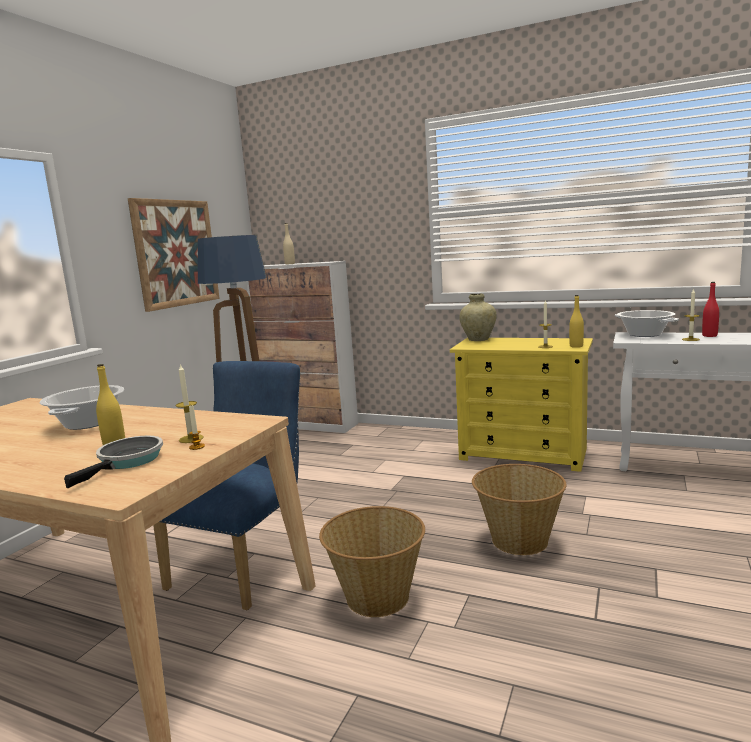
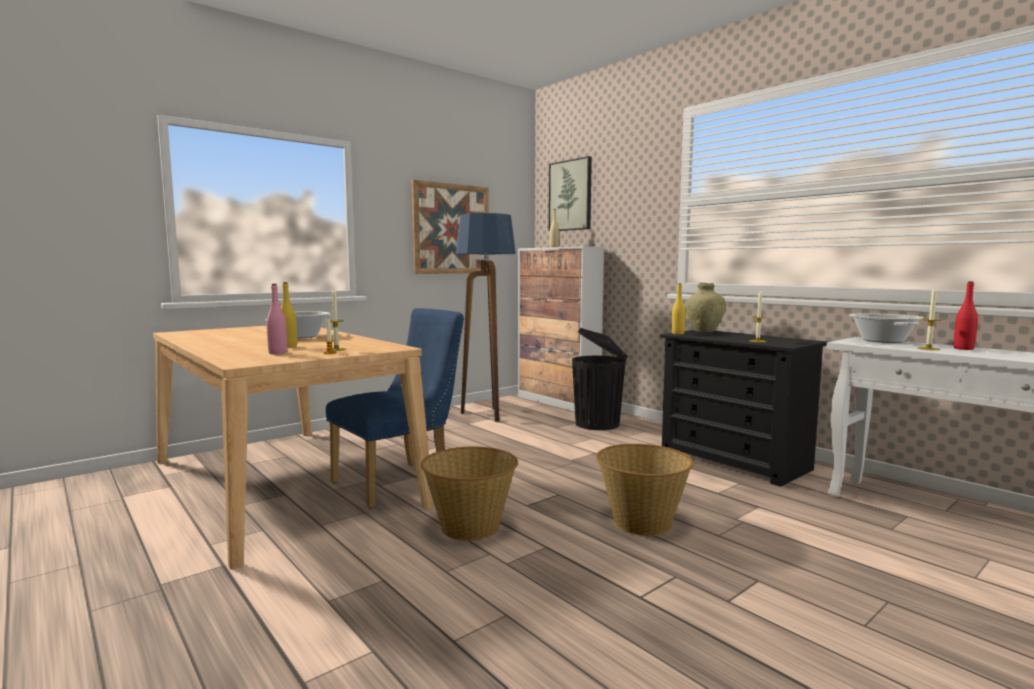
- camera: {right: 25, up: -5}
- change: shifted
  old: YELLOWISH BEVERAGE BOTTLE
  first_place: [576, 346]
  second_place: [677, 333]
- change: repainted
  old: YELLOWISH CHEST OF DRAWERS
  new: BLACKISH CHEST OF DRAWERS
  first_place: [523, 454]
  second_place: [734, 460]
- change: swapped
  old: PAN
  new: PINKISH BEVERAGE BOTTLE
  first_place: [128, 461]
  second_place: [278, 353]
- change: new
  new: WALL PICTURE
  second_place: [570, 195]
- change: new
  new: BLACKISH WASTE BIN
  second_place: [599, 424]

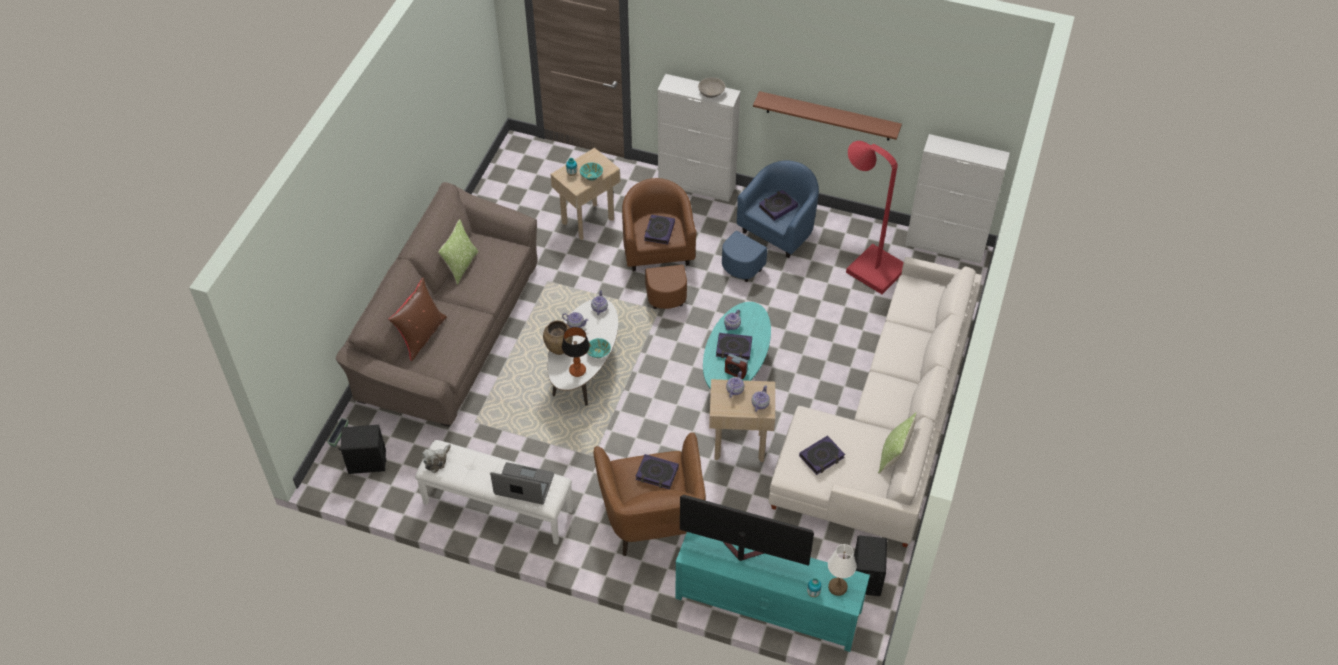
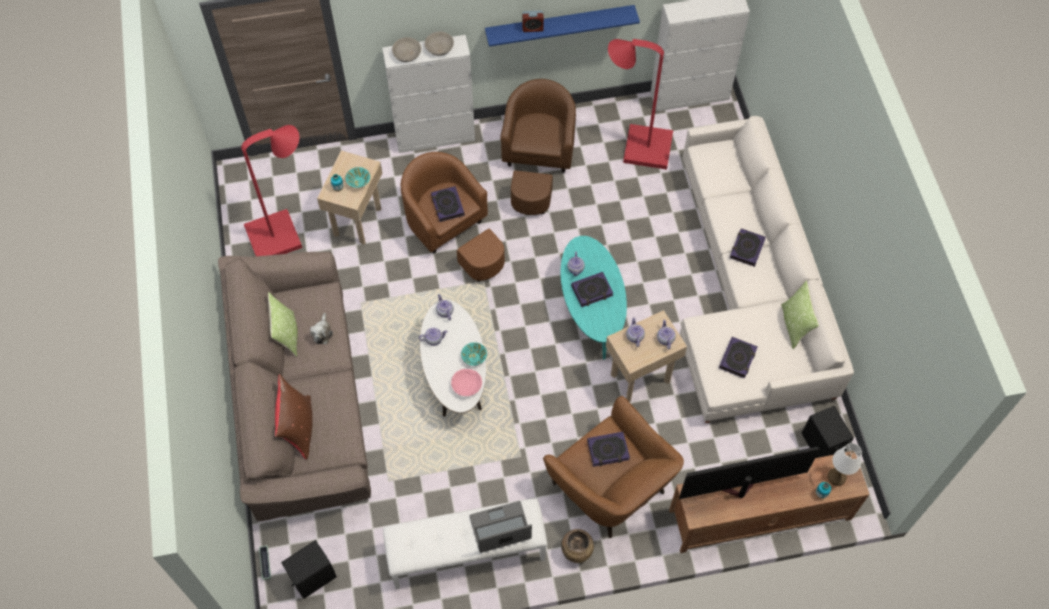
- camera: {right: -30, up: 10}
- change: repainted
  old: BROWN BRACKET SHELF
  new: BLUE-COLOURED BRACKET SHELF
  first_place: [828, 116]
  second_place: [559, 25]
- change: repainted
  old: BLUE-COLOURED ARMCHAIR
  new: BROWN ARMCHAIR
  first_place: [770, 240]
  second_place: [537, 162]
- change: shifted
  old: BOUND BOOK
  first_place: [777, 207]
  second_place: [747, 249]
- change: shifted
  old: BROWN VASE
  first_place: [559, 349]
  second_place: [576, 553]
- change: swapped
  old: TABLETOP LAMP
  new: PINKISH DEEP DISH
  first_place: [577, 371]
  second_place: [466, 386]
- change: shifted
  old: ALARM CLOCK
  first_place: [735, 372]
  second_place: [532, 28]
- change: shifted
  old: SOFT TOY
  first_place: [437, 461]
  second_place: [322, 332]
- change: repainted
  old: BLUE-GREEN MEDIA CONSOLE
  new: BROWN MEDIA CONSOLE
  first_place: [767, 604]
  second_place: [759, 515]
- change: new
  new: GREY DEEP DISH
  second_place: [407, 54]
- change: new
  new: RED STANDARD LAMP
  second_place: [282, 234]

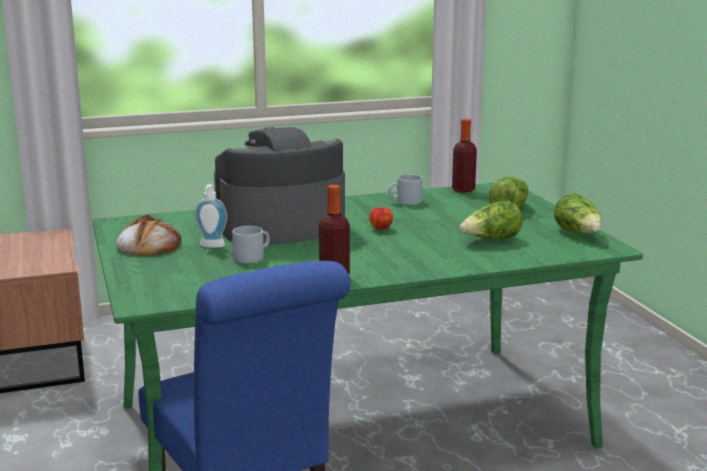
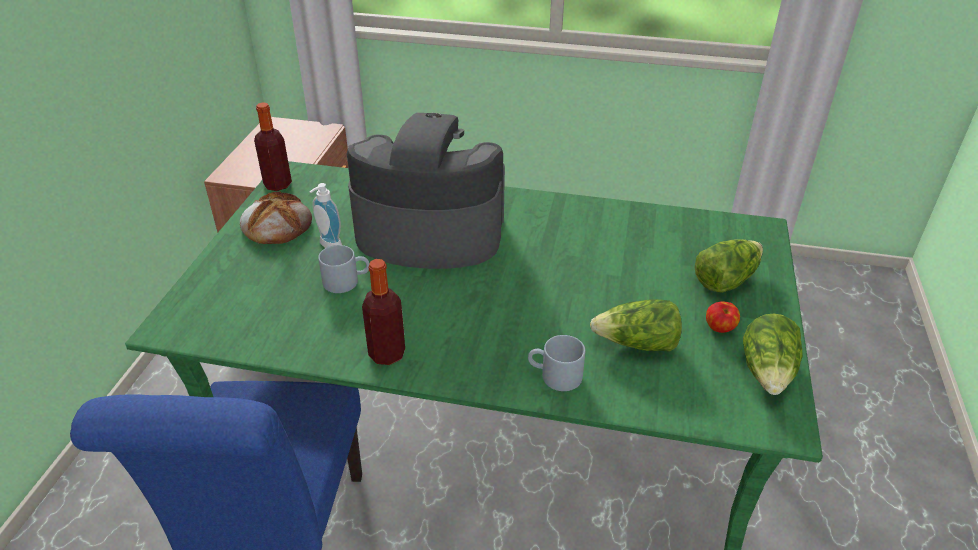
- camera: {right: 30, up: 20}
- change: shifted
  old: BEVERAGE BOTTLE
  first_place: [463, 190]
  second_place: [278, 184]
- change: shifted
  old: GREY COFFEE MUG
  first_place: [405, 201]
  second_place: [554, 376]
- change: shifted
  old: WHOLE APPLE
  first_place: [381, 228]
  second_place: [720, 328]

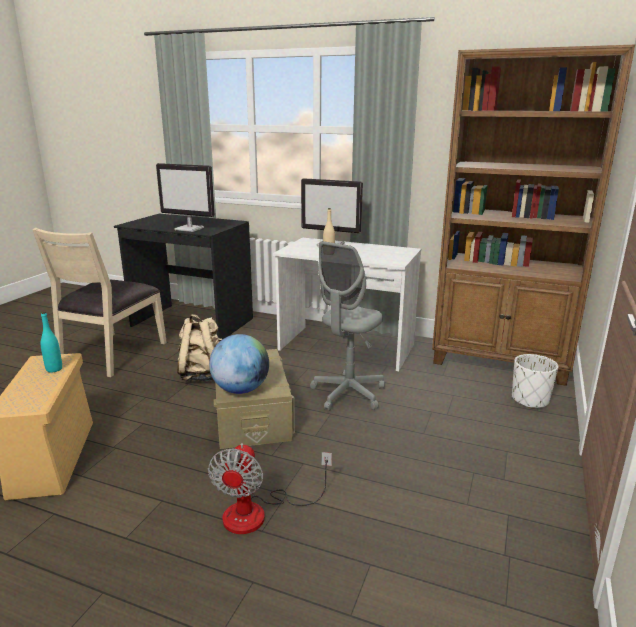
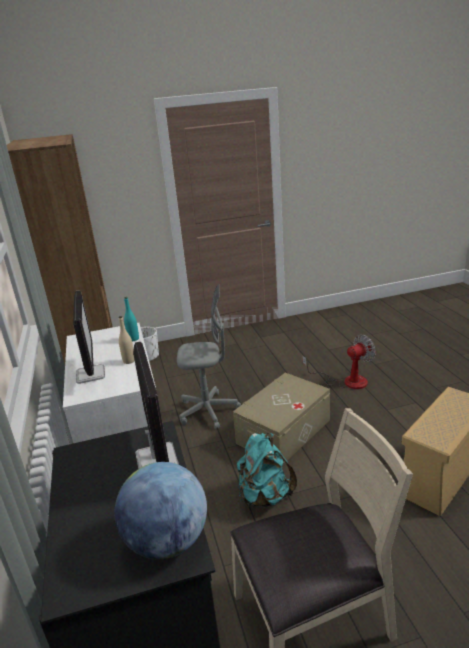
- camera: {right: -125, up: 5}
- change: shifted
  old: BLUE-GREEN BEVERAGE BOTTLE
  first_place: [54, 369]
  second_place: [133, 339]
- change: repainted
  old: BEIGE-COLOURED RUCKSACK
  new: BLUE-GREEN RUCKSACK
  first_place: [204, 375]
  second_place: [264, 496]
- change: shifted
  old: GLOBE
  first_place: [241, 389]
  second_place: [167, 541]

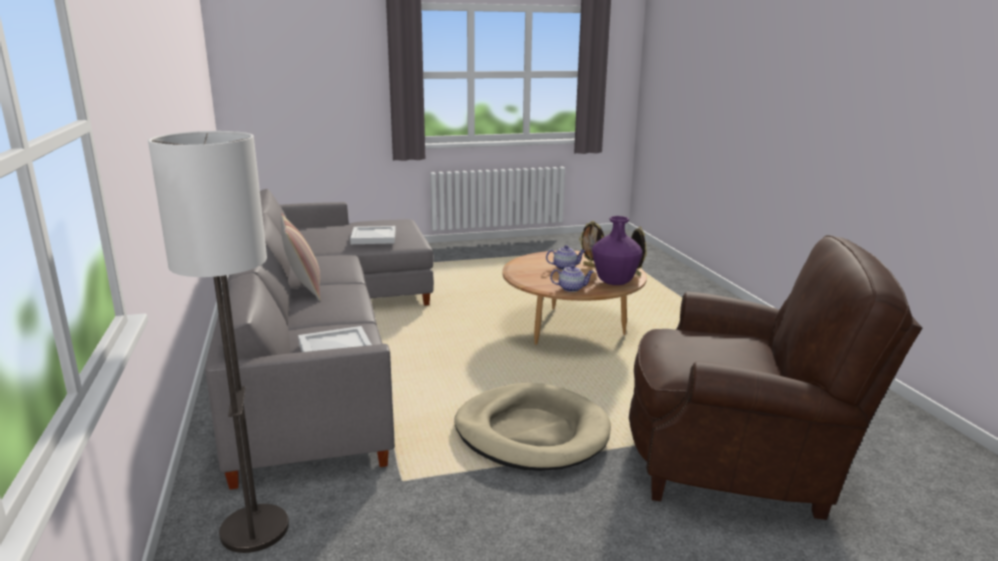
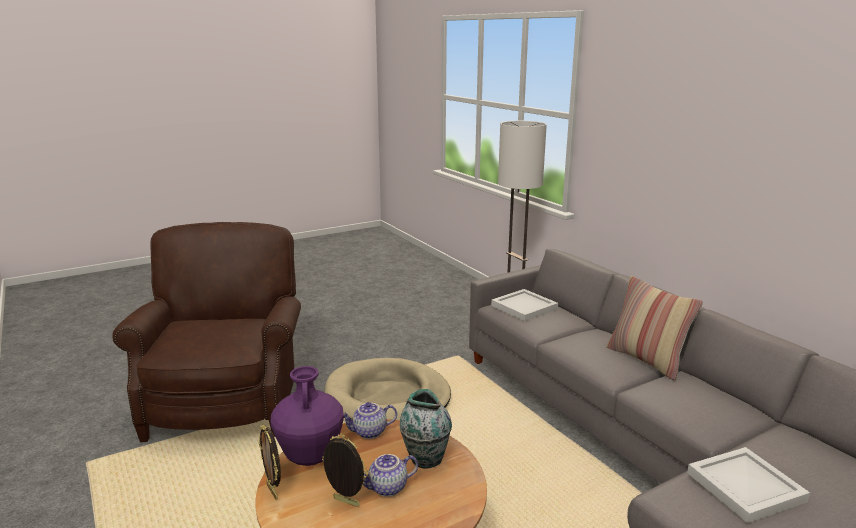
- camera: {right: 165, up: 0}
- change: rotated
  old: BROWN ARMCHAIR
  first_place: [740, 461]
  second_place: [227, 400]
  degrees: 90
- change: new
  new: VASE
  second_place: [425, 458]

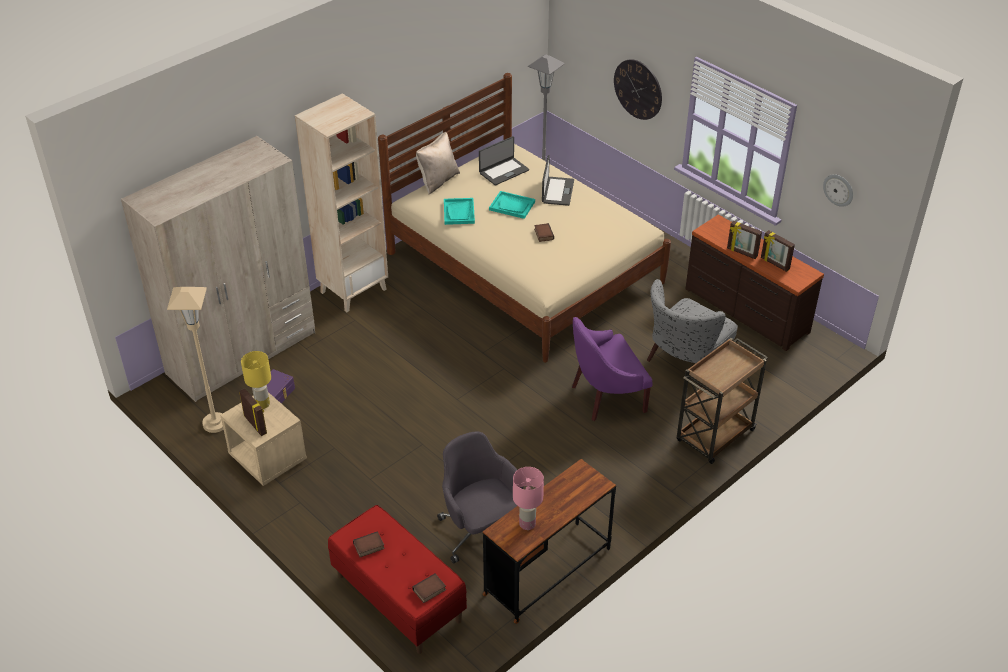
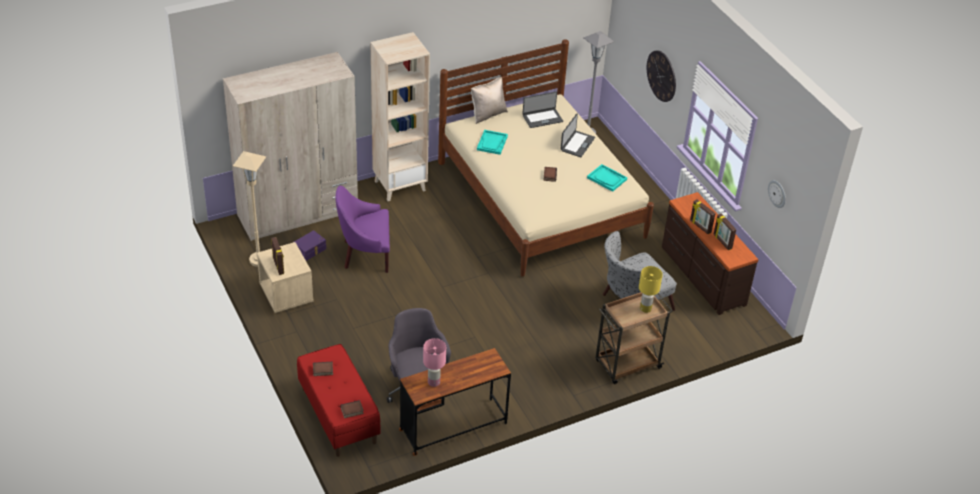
- camera: {right: 15, up: 0}
- change: shifted
  old: BLUE-GREEN CARRYING TRAY
  first_place: [512, 206]
  second_place: [607, 179]
- change: shifted
  old: PURPLE ARMCHAIR
  first_place: [605, 396]
  second_place: [365, 254]
- change: shifted
  old: YELLOWISH TABLETOP LAMP
  first_place: [262, 404]
  second_place: [645, 309]

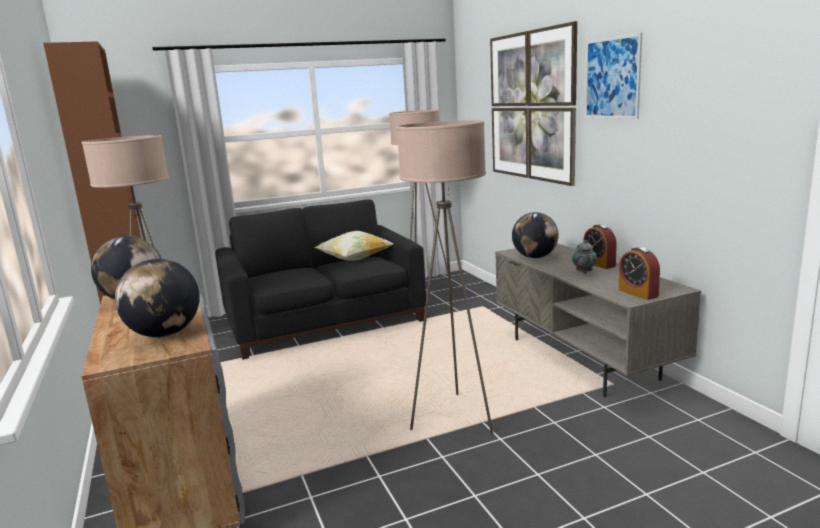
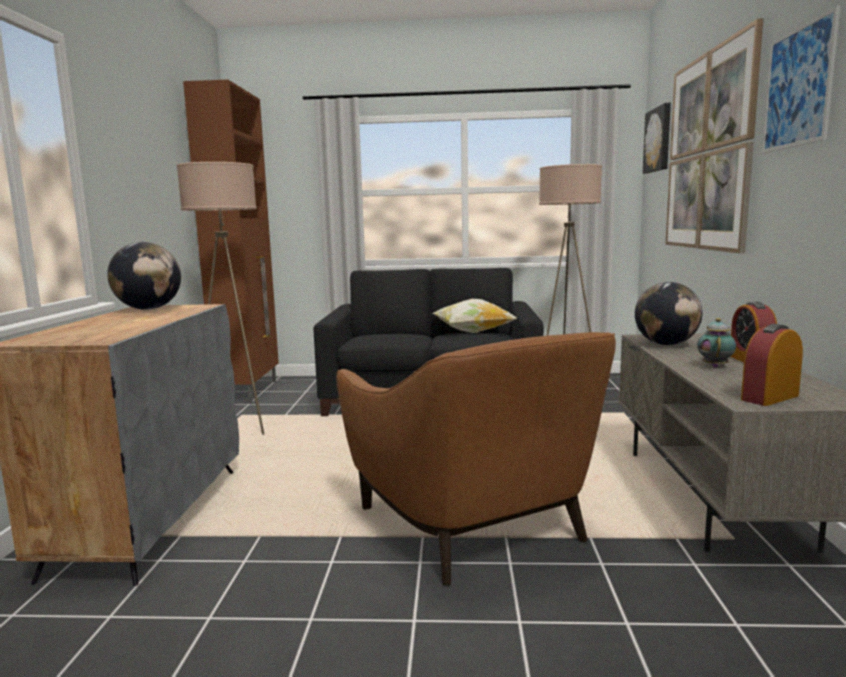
- camera: {right: 25, up: -5}
- change: swapped
  old: BEIGE-COLOURED STANDARD LAMP
  new: BROWN ARMCHAIR
  first_place: [453, 418]
  second_place: [474, 524]
- change: rotated
  old: ALARM CLOCK
  first_place: [638, 293]
  second_place: [769, 397]
  degrees: 60
- change: gone
  old: GLOBE
  first_place: [165, 334]
- change: new
  new: WALL PICTURE
  second_place: [659, 140]

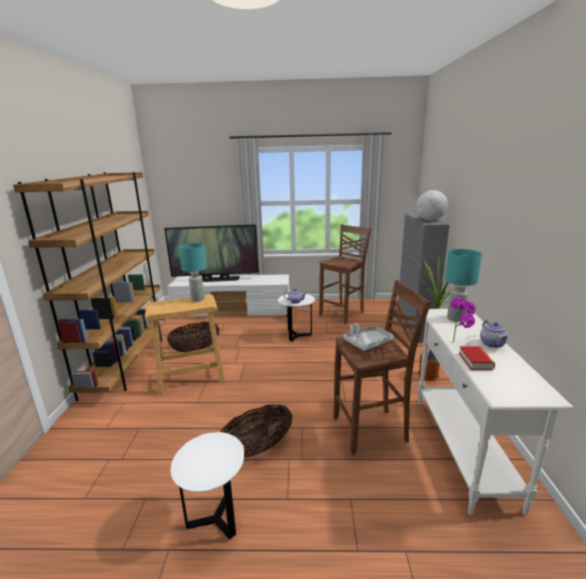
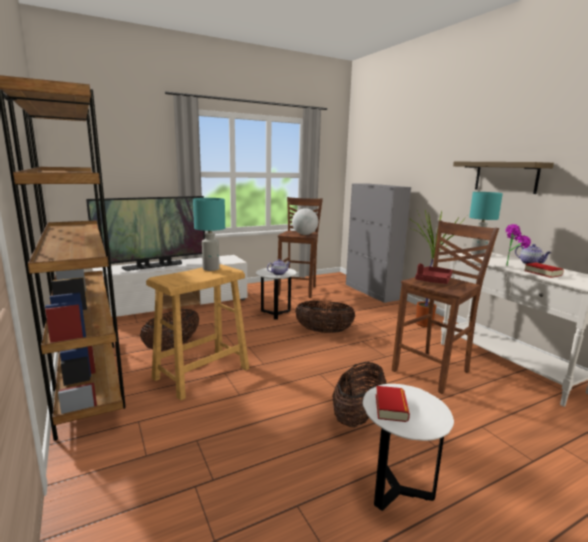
- camera: {right: -30, up: -5}
- change: shifted
  old: GLOBE
  first_place: [430, 220]
  second_place: [304, 234]
- change: repainted
  old: GREY CARRYING TRAY
  new: RED CARRYING TRAY
  first_place: [367, 342]
  second_place: [433, 280]
- change: new
  new: BRACKET SHELF
  second_place: [506, 177]
- change: new
  new: STORAGE BASKET
  second_place: [324, 331]
- change: new
  new: BOUND BOOK
  second_place: [391, 407]

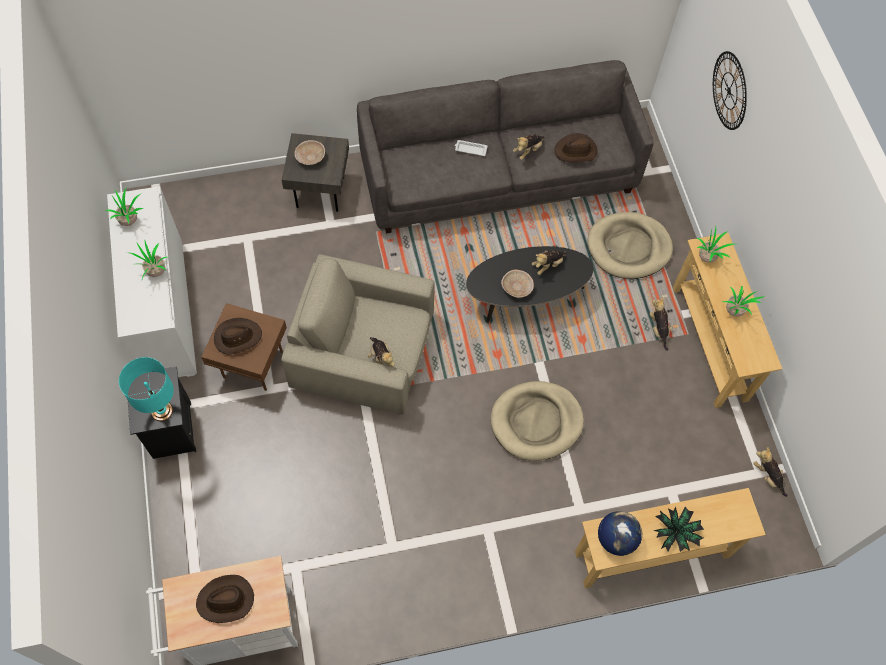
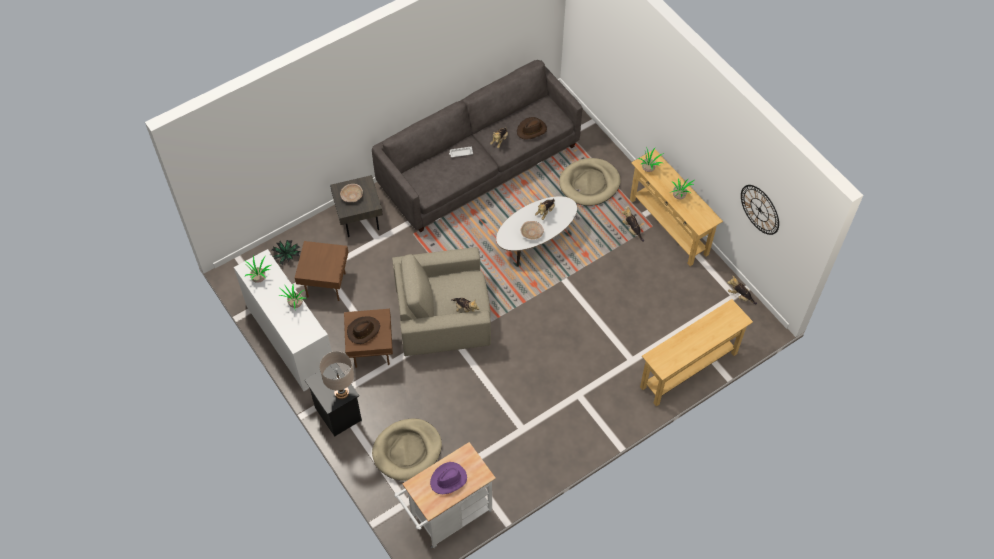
- camera: {right: -20, up: -5}
- change: shifted
  old: WALL CLOCK
  first_place: [729, 90]
  second_place: [759, 209]
- change: repainted
  old: BLACKISH COFFEE TABLE
  new: WHITISH COFFEE TABLE
  first_place: [525, 298]
  second_place: [535, 241]
- change: repainted
  old: BLUE-GREEN TABLETOP LAMP
  new: BEIGE-COLOURED TABLETOP LAMP
  first_place: [162, 411]
  second_place: [341, 392]
- change: shifted
  old: BEIGE-COLOURED PET BED
  first_place: [536, 422]
  second_place: [407, 450]
- change: shifted
  old: POTTED PLANT
  first_place: [676, 533]
  second_place: [287, 256]
- change: gone
  old: GLOBE
  first_place: [616, 538]
- change: repainted
  old: BROWN CLOTHING HAT
  new: PURPLE CLOTHING HAT
  first_place: [226, 600]
  second_place: [448, 479]
- change: new
  new: BROWN ACCENT TABLE
  second_place: [325, 284]

